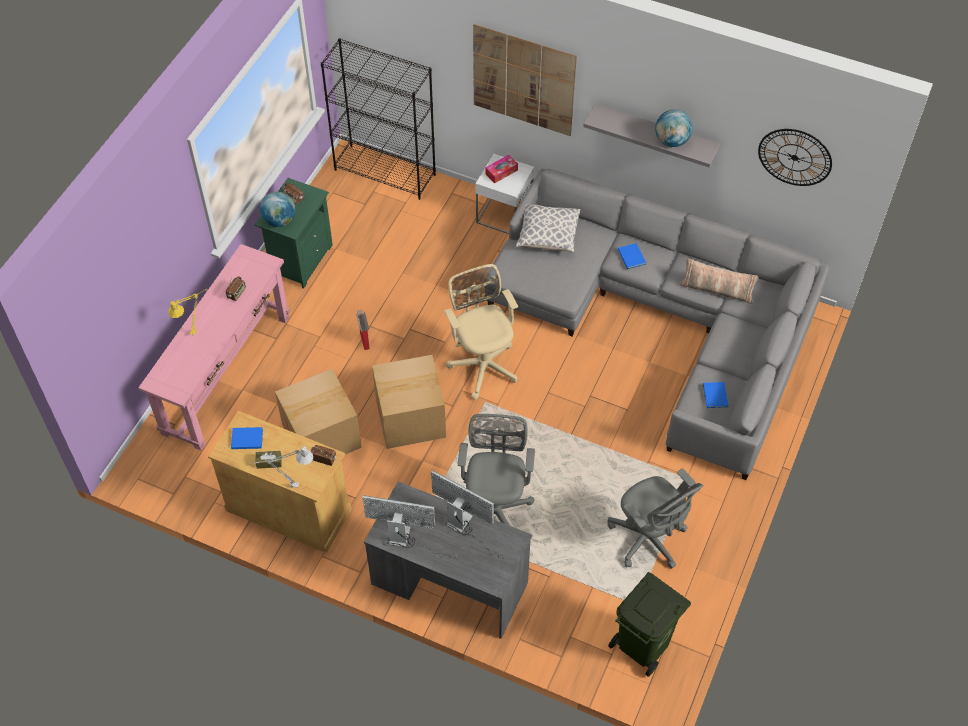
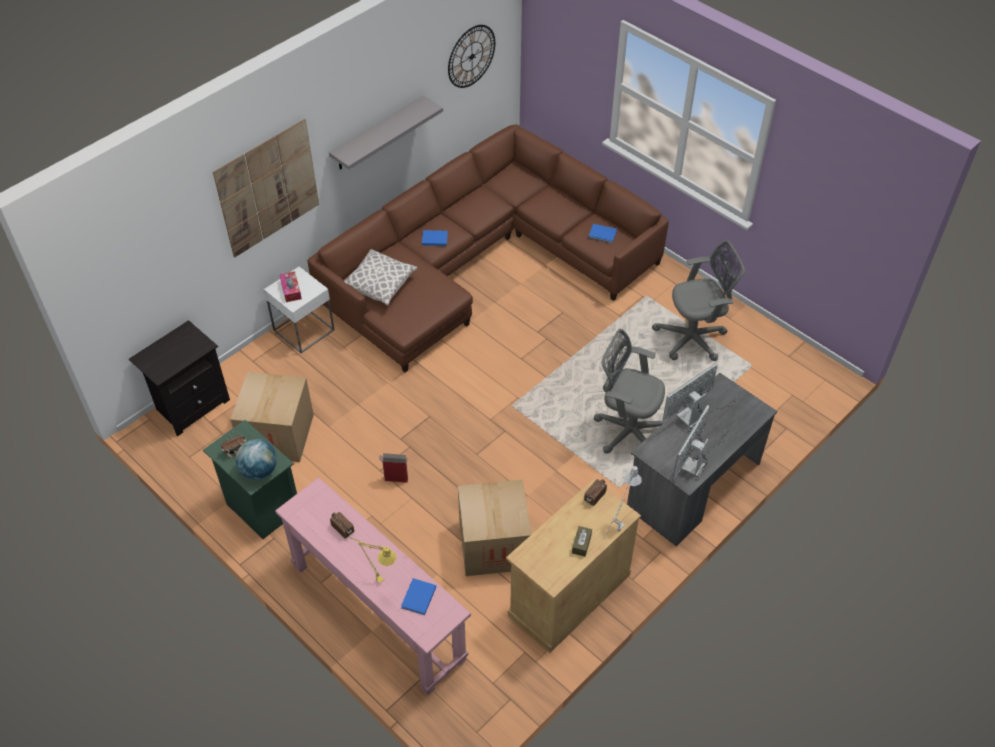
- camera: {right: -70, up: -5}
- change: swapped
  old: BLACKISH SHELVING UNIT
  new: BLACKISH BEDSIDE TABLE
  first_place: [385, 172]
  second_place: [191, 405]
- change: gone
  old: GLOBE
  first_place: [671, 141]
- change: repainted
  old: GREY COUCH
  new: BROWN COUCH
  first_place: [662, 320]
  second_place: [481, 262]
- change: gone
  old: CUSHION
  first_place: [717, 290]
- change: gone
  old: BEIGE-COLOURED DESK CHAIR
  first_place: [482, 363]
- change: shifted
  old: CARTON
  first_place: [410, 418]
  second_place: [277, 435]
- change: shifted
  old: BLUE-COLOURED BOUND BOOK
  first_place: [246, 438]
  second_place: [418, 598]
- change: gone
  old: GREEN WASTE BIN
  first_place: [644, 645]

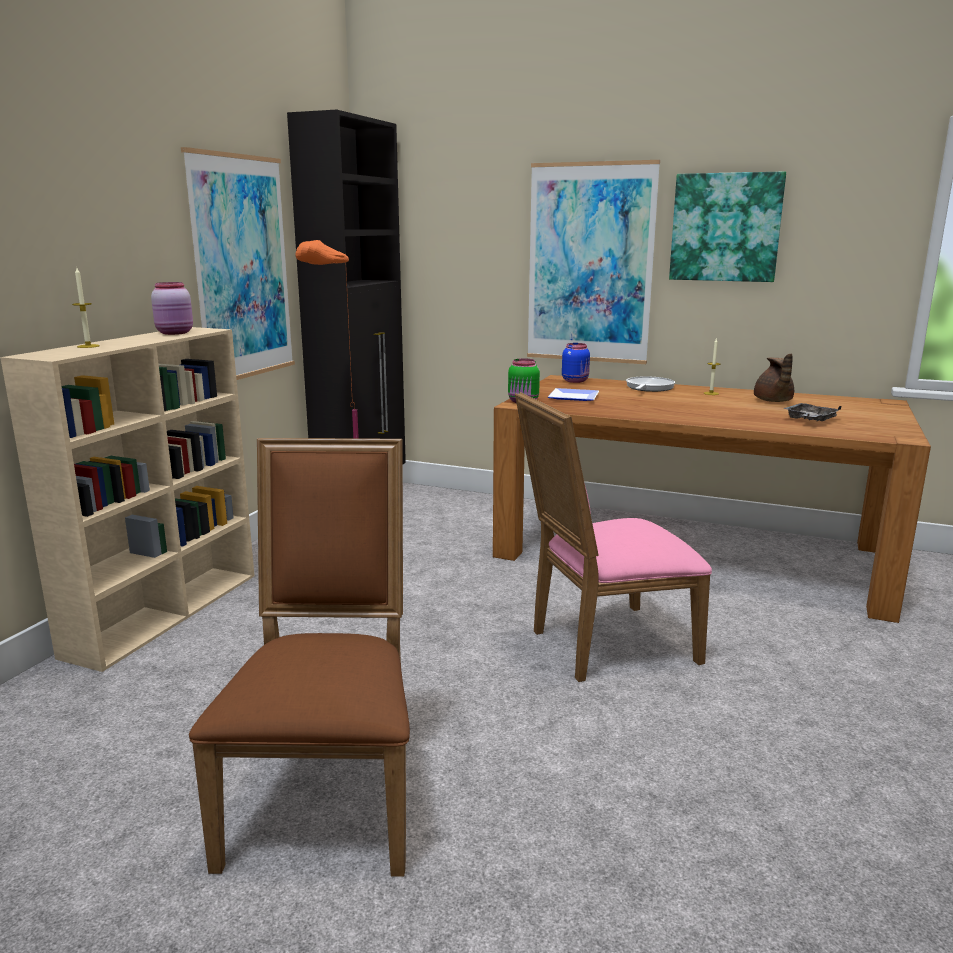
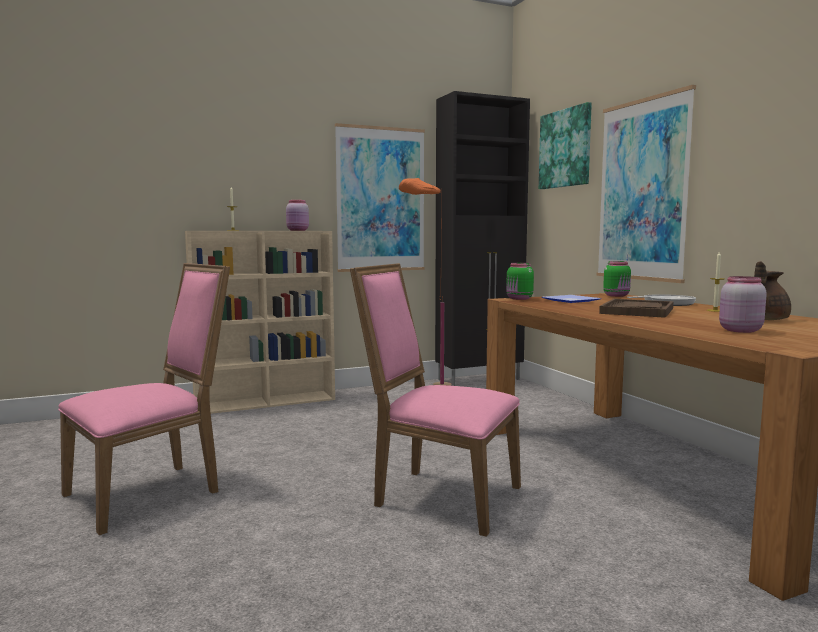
- camera: {right: 45, up: -10}
- change: shifted
  old: WALL PICTURE
  first_place: [725, 227]
  second_place: [565, 148]
- change: repainted
  old: BLUE-COLOURED STORAGE JAR
  new: GREEN STORAGE JAR
  first_place: [575, 381]
  second_place: [617, 295]
- change: swapped
  old: GREY CARRYING TRAY
  new: PINKISH STORAGE JAR
  first_place: [810, 420]
  second_place: [739, 330]
- change: repainted
  old: BROWN UPRIGHT CHAIR
  new: PINKISH UPRIGHT CHAIR
  first_place: [328, 796]
  second_place: [151, 492]
- change: new
  new: BROWN CARRYING TRAY
  second_place: [637, 311]

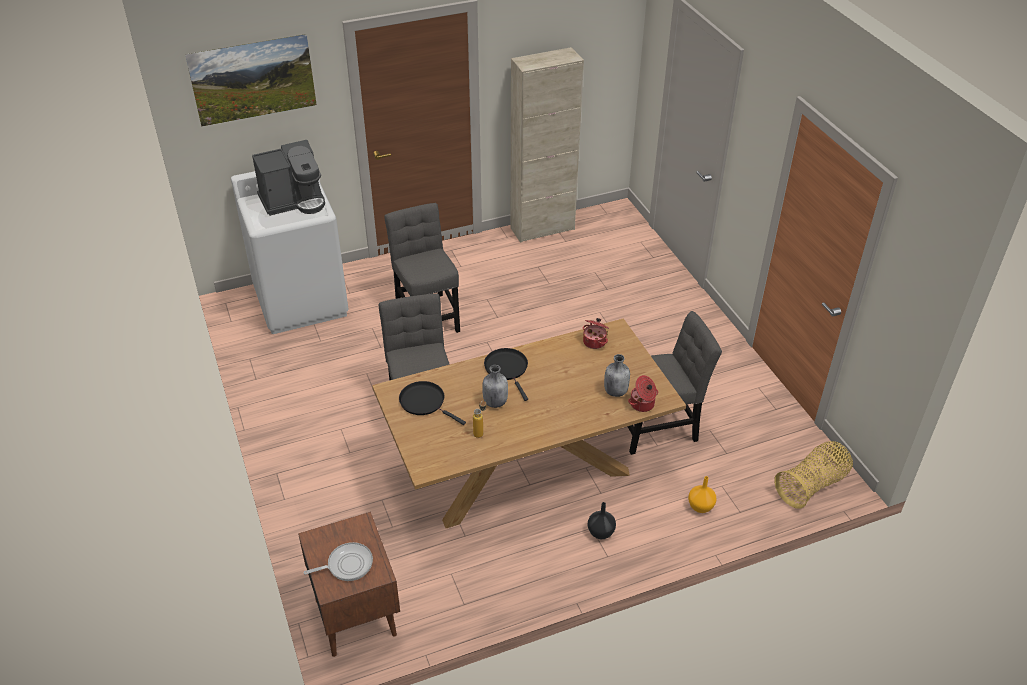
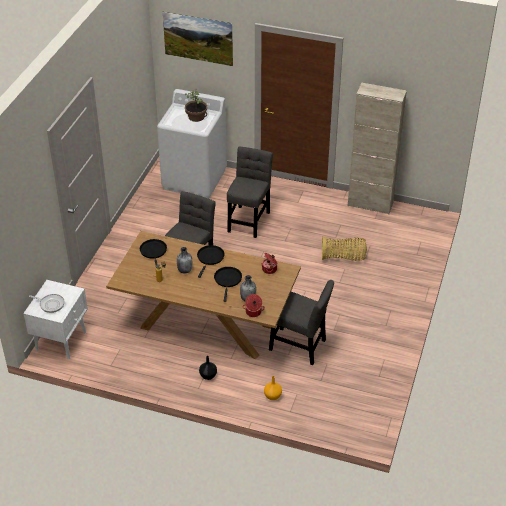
- camera: {right: 40, up: 0}
- change: swapped
  old: COFFEE MACHINE
  new: POTTED PLANT
  first_place: [294, 201]
  second_place: [196, 117]
- change: shifted
  old: STORAGE BASKET
  first_place: [811, 485]
  second_place: [343, 257]
- change: repainted
  old: BROWN BEDSIDE TABLE
  new: WHITISH BEDSIDE TABLE
  first_place: [356, 615]
  second_place: [62, 340]
- change: new
  new: BLACKISH PAN
  second_place: [228, 280]

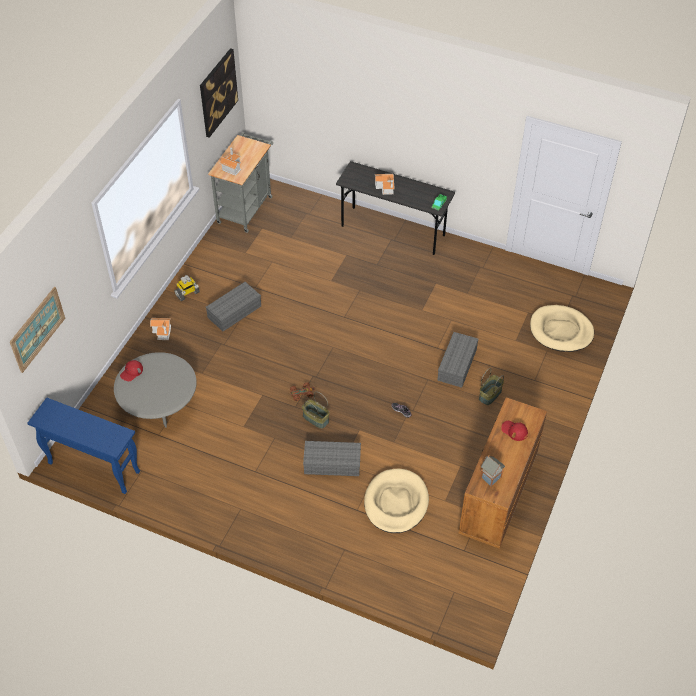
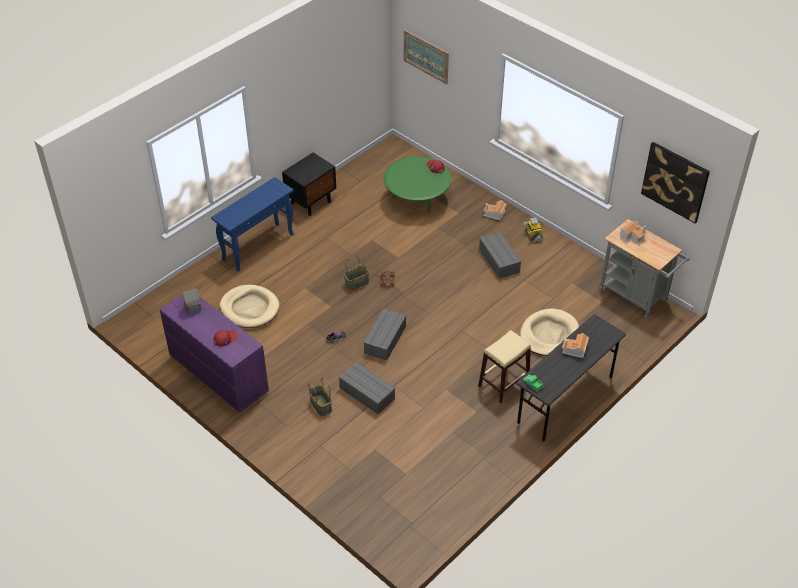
- camera: {right: 110, up: -5}
- change: shifted
  old: BEIGE-COLOURED PET BED
  first_place: [561, 331]
  second_place: [549, 335]
- change: repainted
  old: GREY COFFEE TABLE
  new: GREEN COFFEE TABLE
  first_place: [159, 405]
  second_place: [417, 199]
- change: shifted
  old: BLUE-COLOURED CONSOLE TABLE
  first_place: [93, 467]
  second_place: [258, 247]
- change: repainted
  old: BROWN CHEST OF DRAWERS
  new: PURPLE CHEST OF DRAWERS
  first_place: [497, 494]
  second_place: [218, 374]
- change: shifted
  old: GREY STORAGE CONTAINER
  first_place: [333, 463]
  second_place: [385, 340]
- change: new
  new: BLACKISH BEDSIDE TABLE
  second_place: [311, 202]
- change: new
  new: BEIGE-COLOURED STOOL
  second_place: [503, 383]

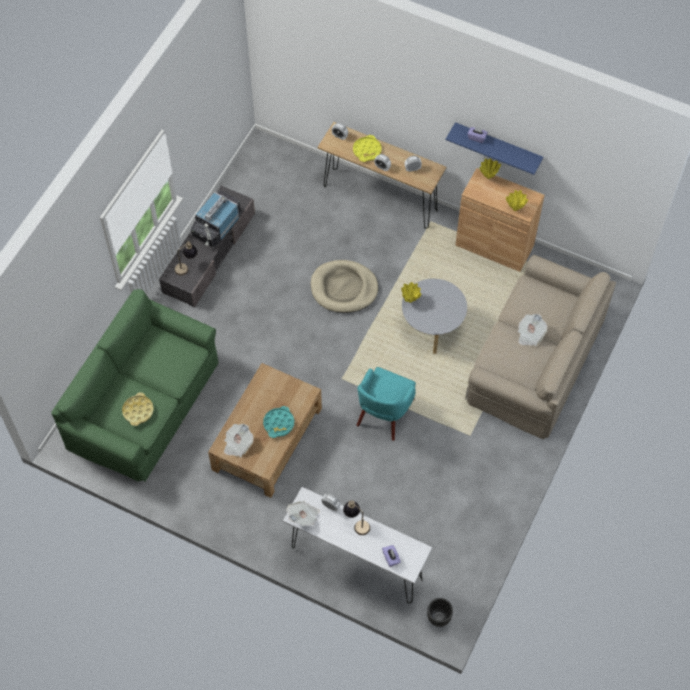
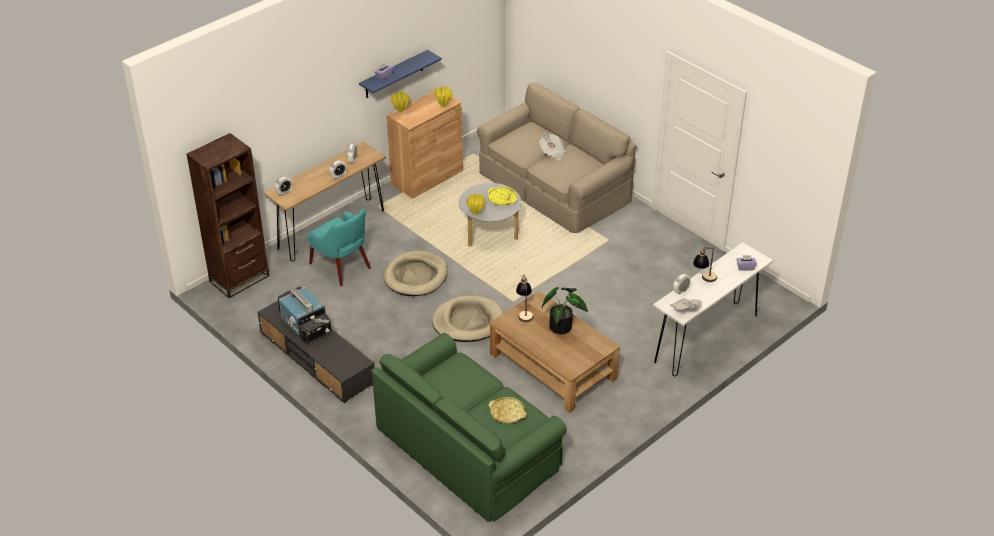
- camera: {right: -70, up: -20}
- change: shifted
  old: YELLOWISH CARRYING TRAY
  first_place: [367, 150]
  second_place: [502, 198]
- change: shifted
  old: TABLETOP LAMP
  first_place: [187, 267]
  second_place: [524, 312]
- change: shifted
  old: BLUE-GREEN ARMCHAIR
  first_place: [384, 413]
  second_place: [341, 266]
- change: swapped
  old: BLUE-GREEN CARRYING TRAY
  new: POTTED PLANT
  first_place: [279, 423]
  second_place: [562, 326]
- change: gone
  old: DAILY PAPER
  first_place: [237, 444]
- change: gone
  old: BLACKISH FLOWER POT
  first_place: [438, 618]
- change: new
  new: BROWN SHELVING UNIT
  second_place: [239, 279]
- change: new
  new: BEIGE-COLOURED PET BED
  second_place: [468, 321]

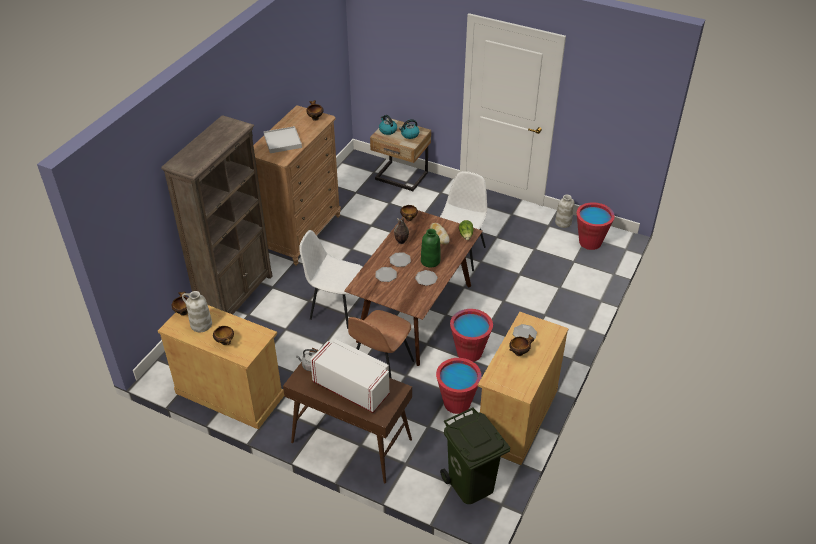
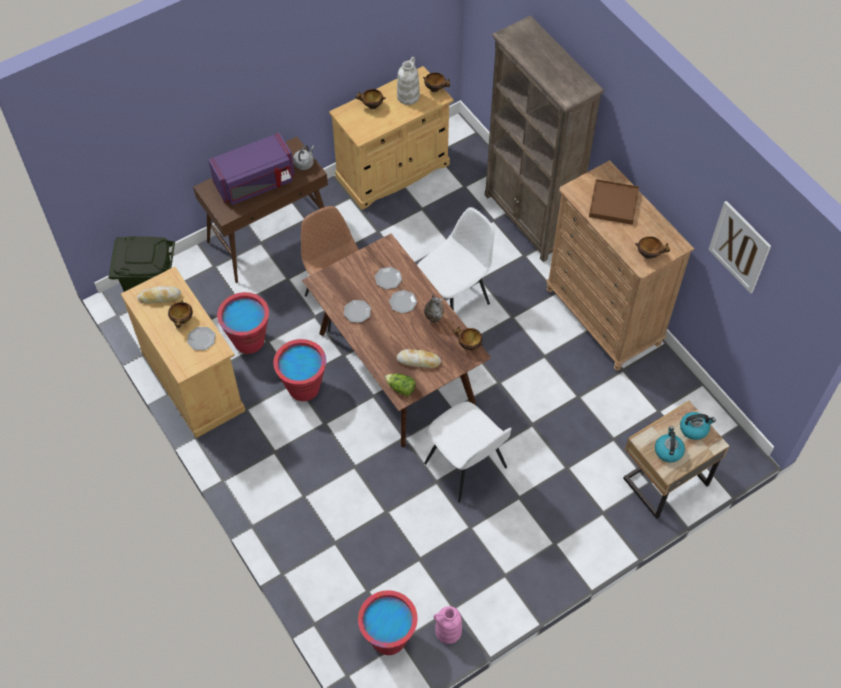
- camera: {right: 120, up: 15}
- change: repainted
  old: WHITISH CARRYING TRAY
  new: BROWN CARRYING TRAY
  first_place: [283, 141]
  second_place: [613, 204]
- change: repainted
  old: WHITISH VASE
  new: PINKISH VASE
  first_place: [563, 222]
  second_place: [448, 631]
- change: gone
  old: GREEN VASE
  first_place: [430, 261]
- change: repainted
  old: WHITISH MICROWAVE OVEN
  new: PURPLE MICROWAVE OVEN
  first_place: [353, 387]
  second_place: [255, 183]
- change: new
  new: WALL PICTURE
  second_place: [739, 247]
- change: new
  new: BAKED BREAD
  second_place: [159, 297]

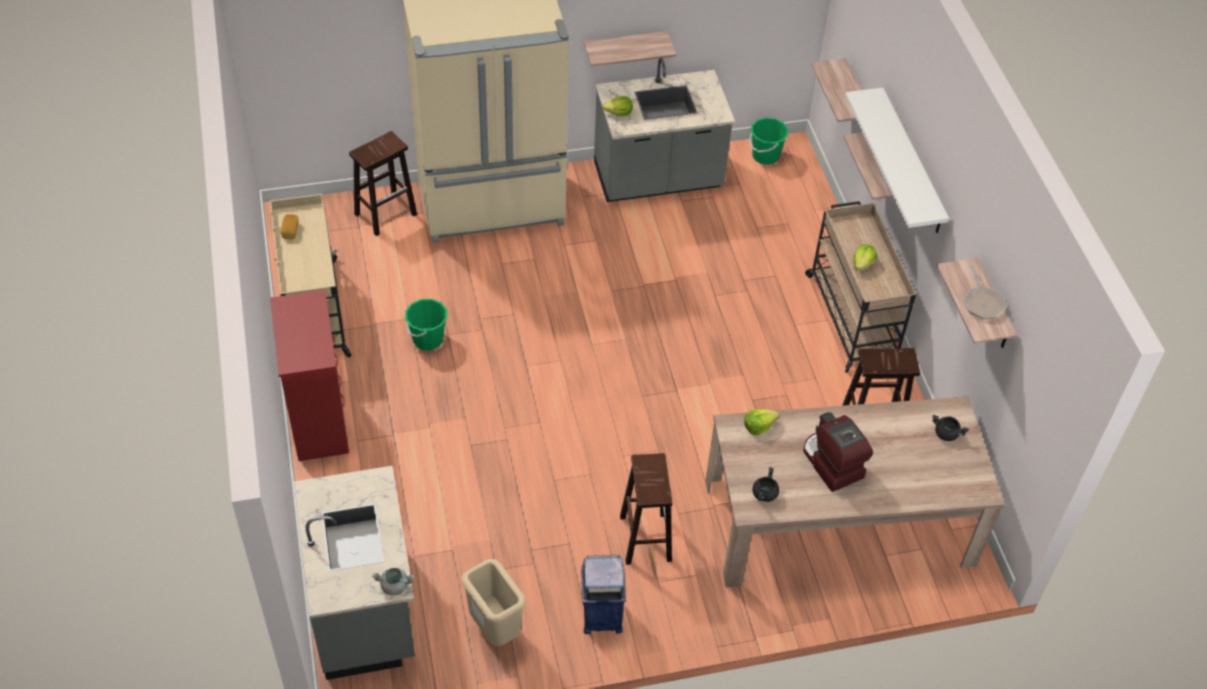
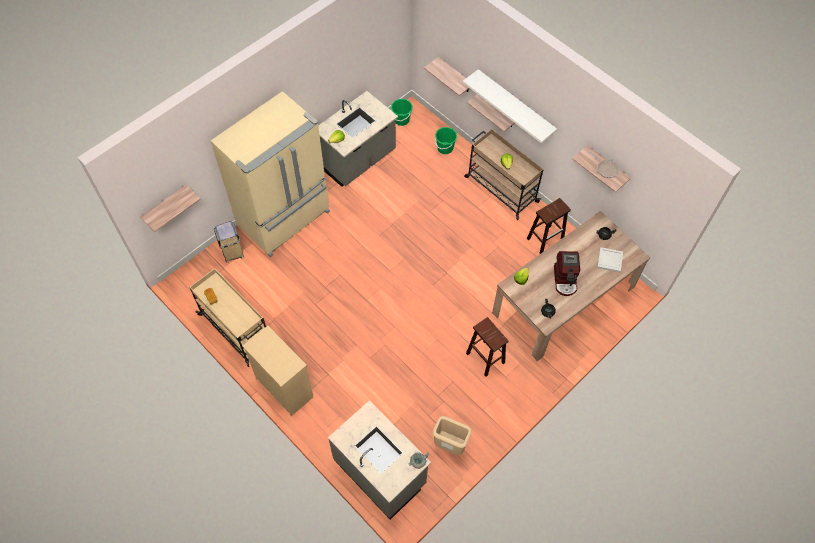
- camera: {right: -30, up: 10}
- change: shifted
  old: BRACKET SHELF
  first_place: [625, 47]
  second_place: [165, 205]
- change: swapped
  old: BROWN STOOL
  new: BEIGE-COLOURED WASTE BIN
  first_place: [386, 214]
  second_place: [233, 253]
- change: repainted
  old: RED CHEST OF DRAWERS
  new: BEIGE-COLOURED CHEST OF DRAWERS
  first_place: [319, 418]
  second_place: [284, 387]
- change: shifted
  old: GREEN PAIL
  first_place: [428, 339]
  second_place: [445, 148]
- change: rotated
  old: COFFEE MACHINE
  first_place: [831, 463]
  second_place: [565, 279]
  degrees: -120
- change: gone
  old: BLUE-COLOURED WASTE BIN
  first_place: [601, 616]
- change: new
  new: WHITISH CARRYING TRAY
  second_place: [610, 260]

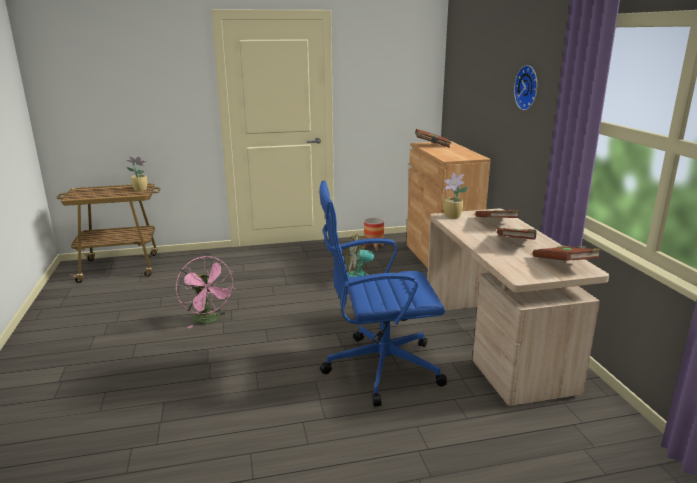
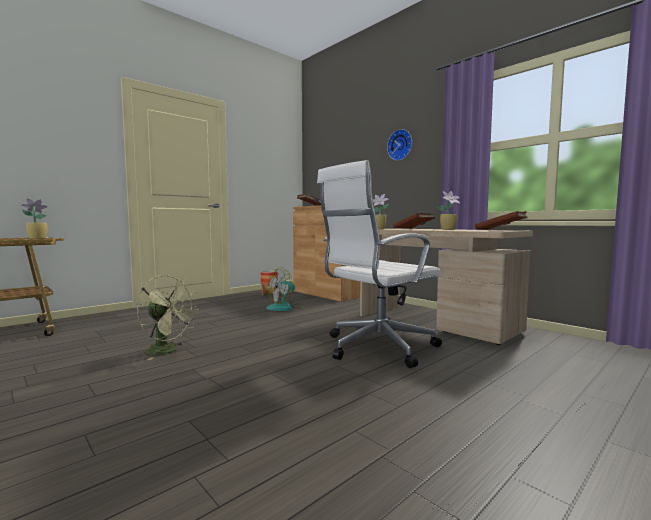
- camera: {right: -30, up: -15}
- change: repainted
  old: BLUE-COLOURED DESK CHAIR
  new: WHITISH DESK CHAIR
  first_place: [379, 368]
  second_place: [376, 347]
- change: swapped
  old: BROWN BOUND BOOK
  new: POTTED PLANT
  first_place: [515, 244]
  second_place: [449, 229]
- change: repainted
  old: PINKISH ELECTRIC FAN
  new: GREEN ELECTRIC FAN
  first_place: [209, 320]
  second_place: [168, 351]

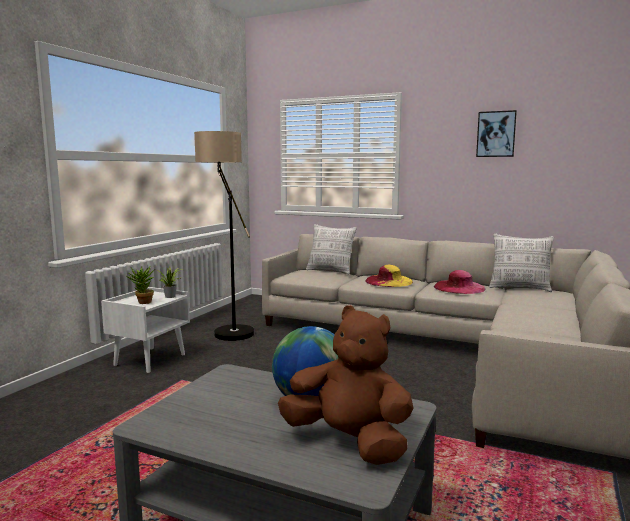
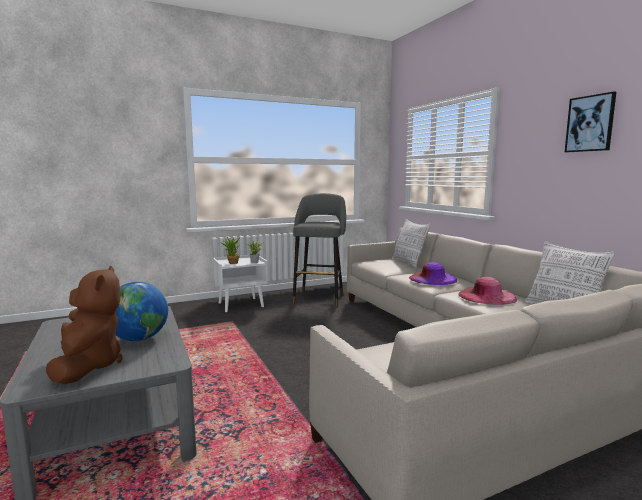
- camera: {right: 40, up: 0}
- change: swapped
  old: STANDARD LAMP
  new: GREY STOOL
  first_place: [228, 329]
  second_place: [319, 298]
- change: repainted
  old: YELLOWISH CLOTHING HAT
  new: PURPLE CLOTHING HAT
  first_place: [389, 281]
  second_place: [432, 279]

